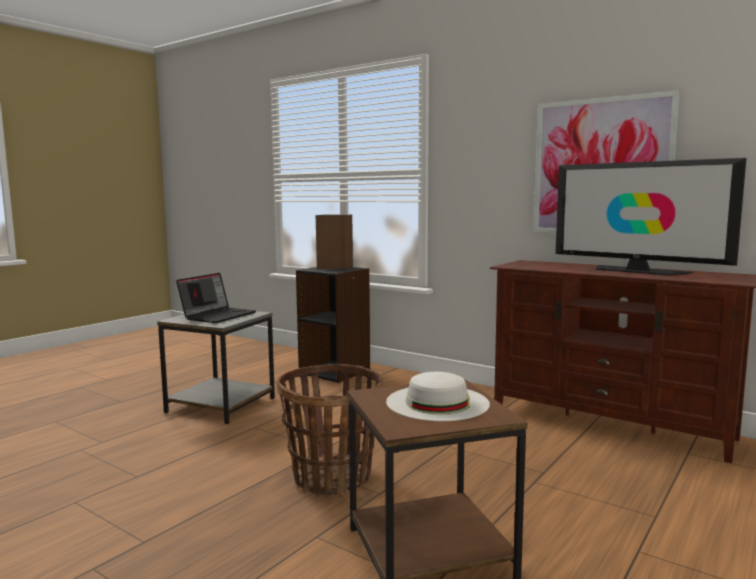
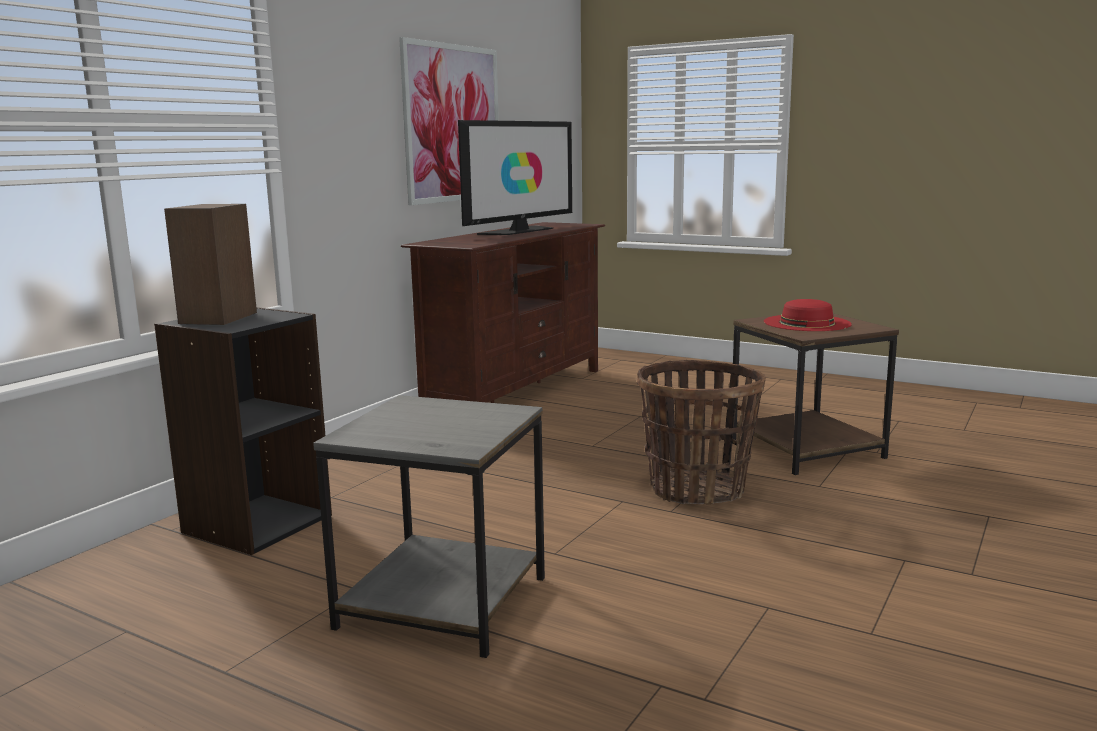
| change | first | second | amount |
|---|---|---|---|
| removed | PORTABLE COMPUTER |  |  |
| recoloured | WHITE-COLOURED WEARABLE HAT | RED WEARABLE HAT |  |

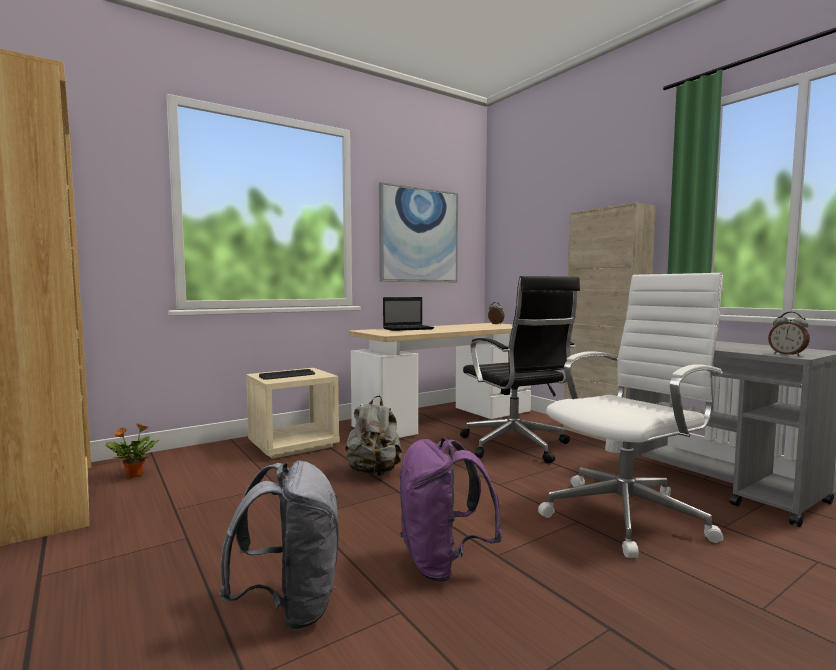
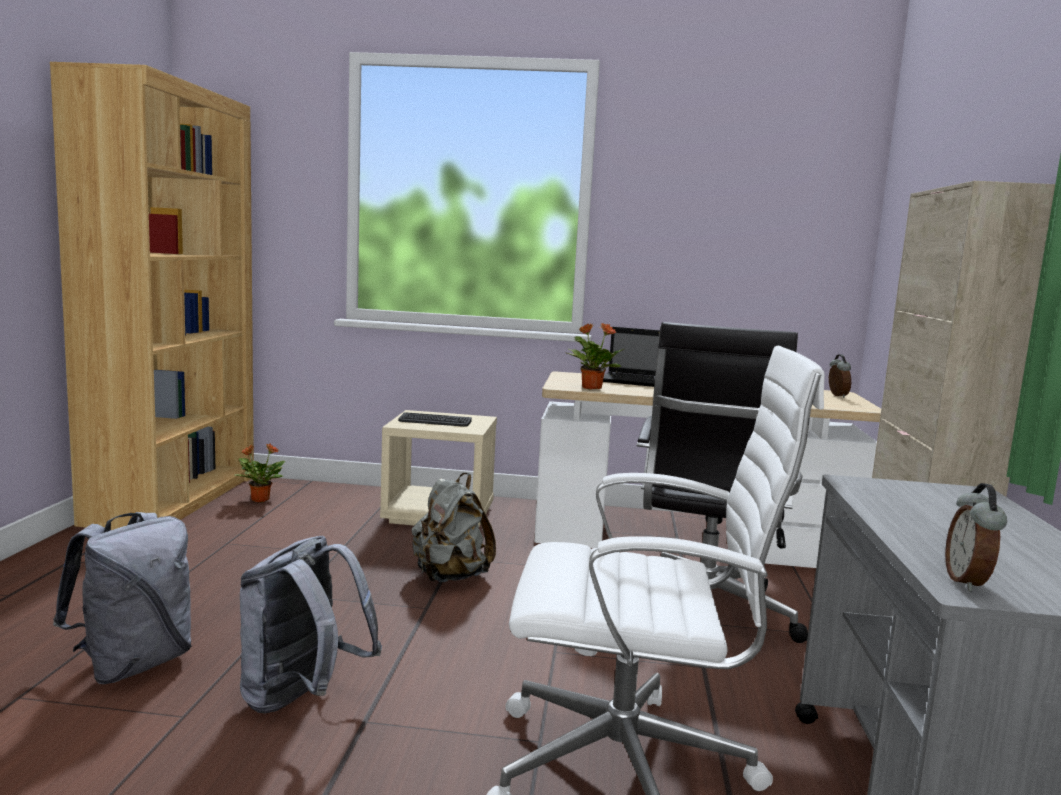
| change | first | second | amount |
|---|---|---|---|
| removed | PICTURE |  |  |
| recoloured | PURPLE KNAPSACK | GREY KNAPSACK (2nd from left) |  |
| added |  | PLANT IN A POT (2nd from left) |  |

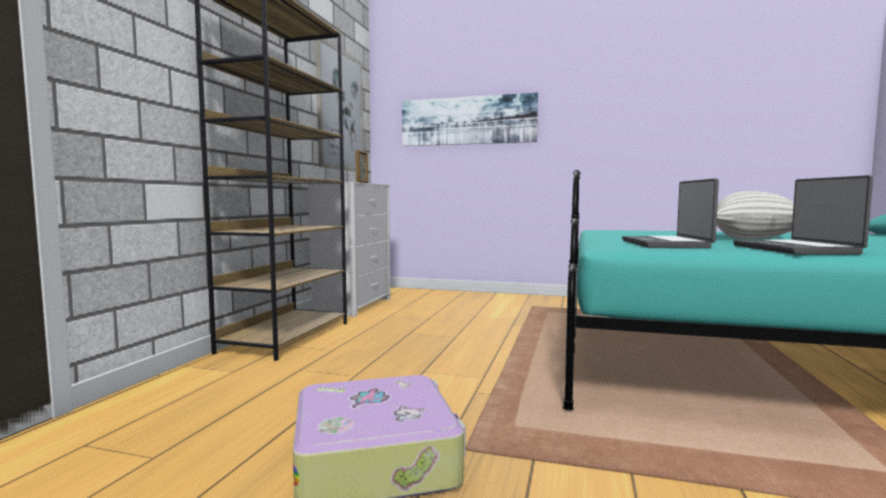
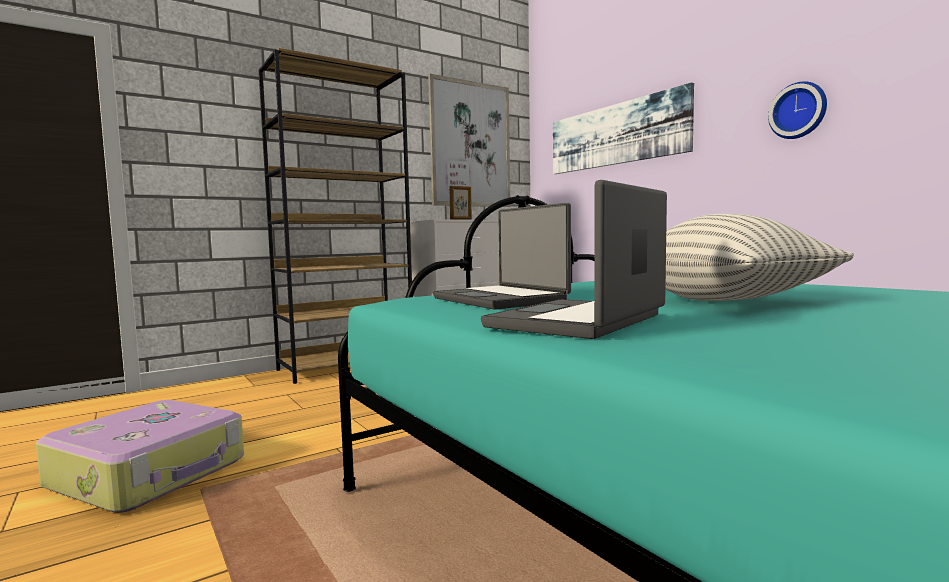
| change | first | second | amount |
|---|---|---|---|
| turned | PORTABLE COMPUTER (1st from left) |  | 75 degrees counterclockwise |
| added |  | HANGING CLOCK |  |

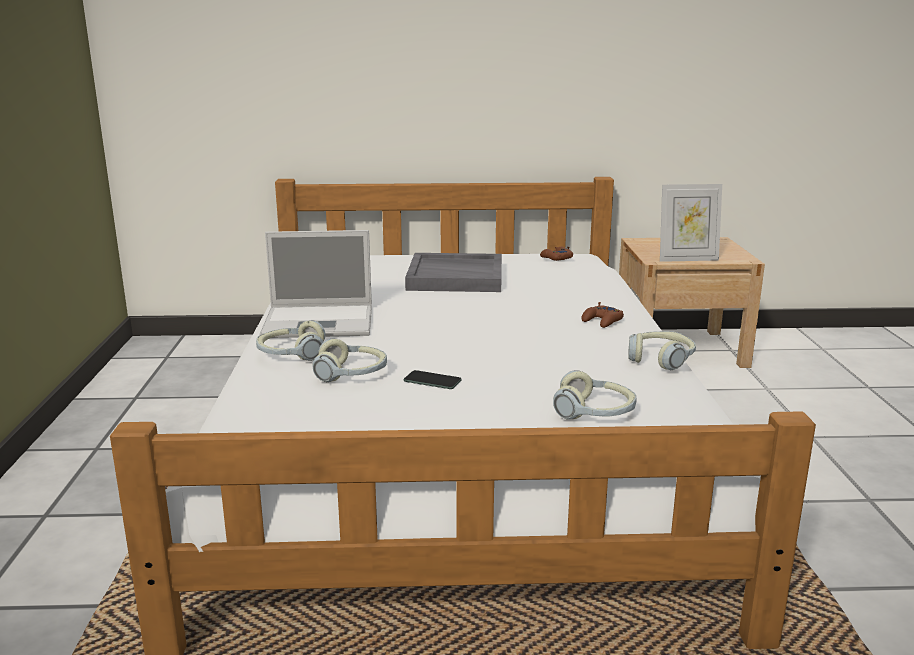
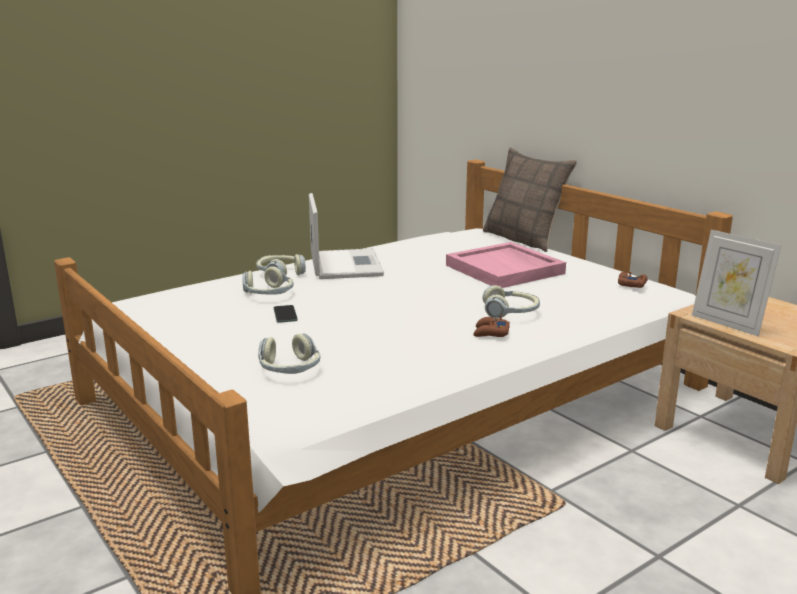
| change | first | second | amount |
|---|---|---|---|
| turned | PORTABLE COMPUTER |  | 150 degrees counterclockwise |
| recoloured | GREY SERVING TRAY | PINK SERVING TRAY |  |
| moved | HEADPHONES (4th from left) |  |  |
| added |  | CUSHION |  |

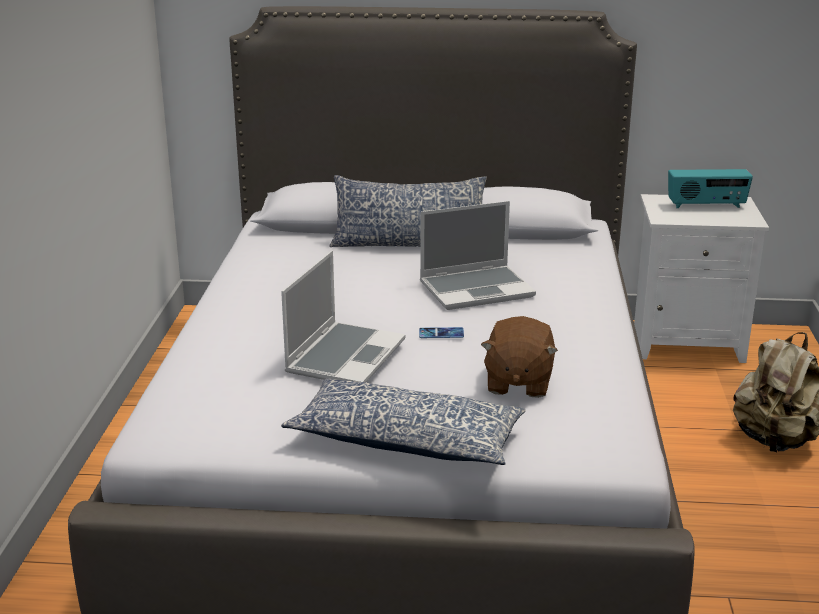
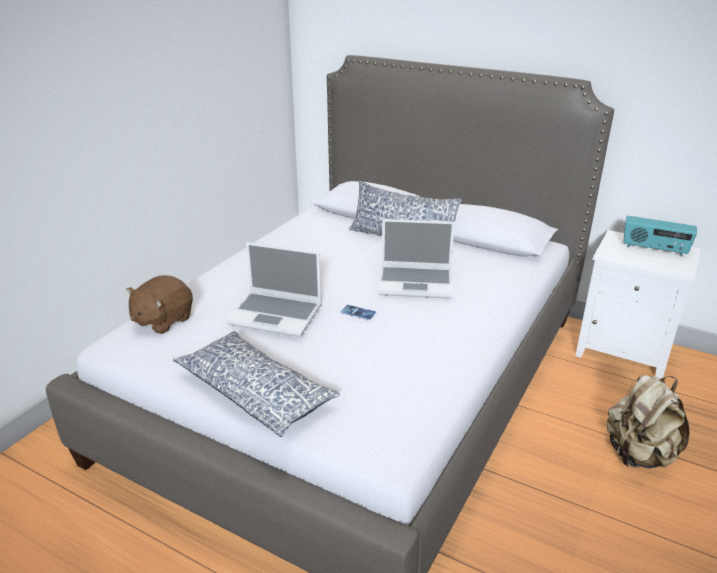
| change | first | second | amount |
|---|---|---|---|
| turned | PORTABLE COMPUTER (1st from left) |  | 60 degrees clockwise |
| moved | BROWN PLUSH TOY |  |  |

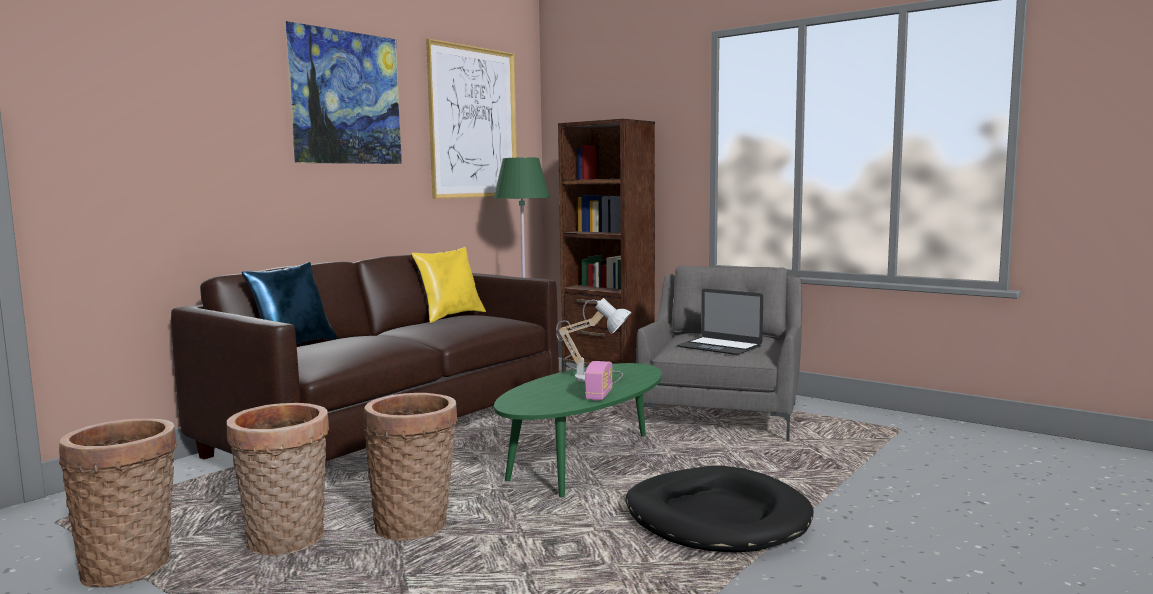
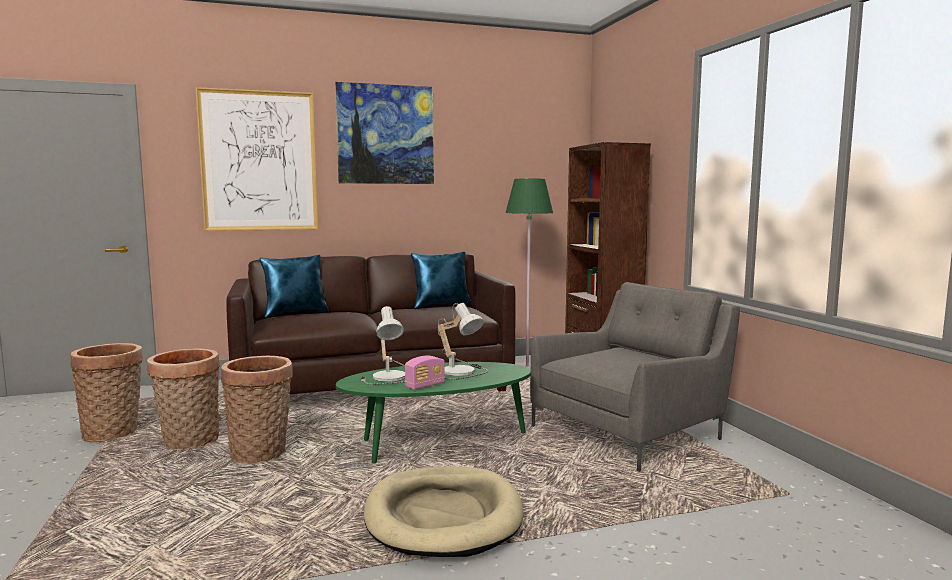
| change | first | second | amount |
|---|---|---|---|
| recoloured | YELLOWISH CUSHION | BLUISH CUSHION (2nd from left) |  |
| moved | PICTURE (2nd from left in the first image) | PICTURE (1st from left) |  |
| recoloured | BLACK-COLOURED DOG BED | SAND-COLOURED DOG BED |  |
| removed | PORTABLE COMPUTER |  |  |
| added |  | TABLETOP LAMP (1st from left) |  |

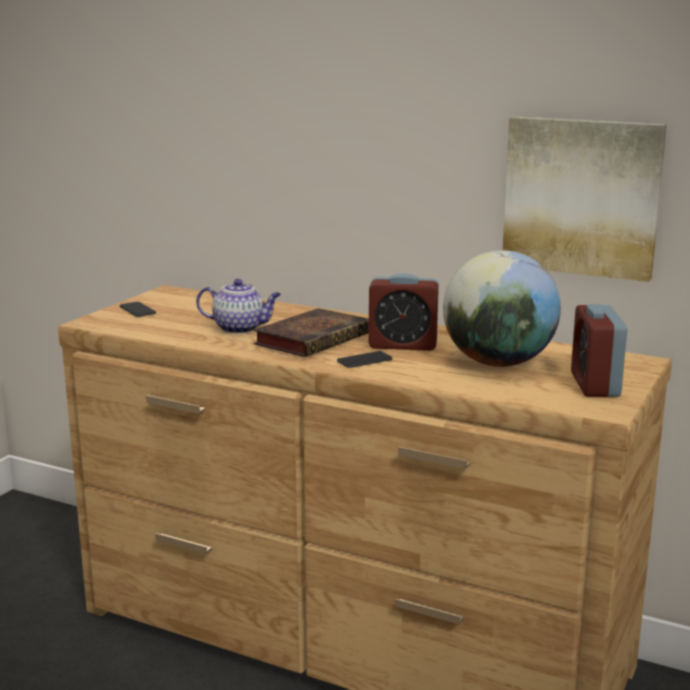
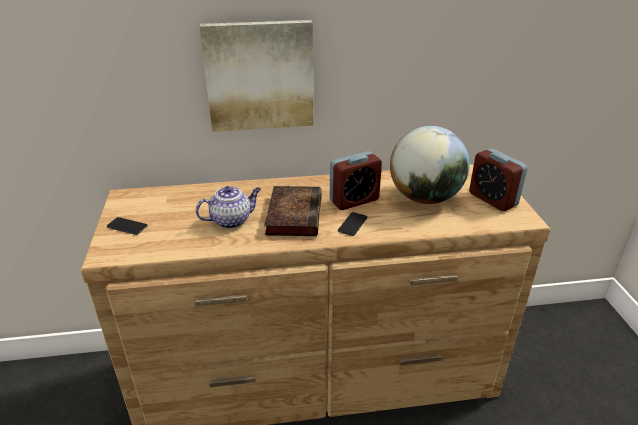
| change | first | second | amount |
|---|---|---|---|
| moved | PICTURE |  |  |

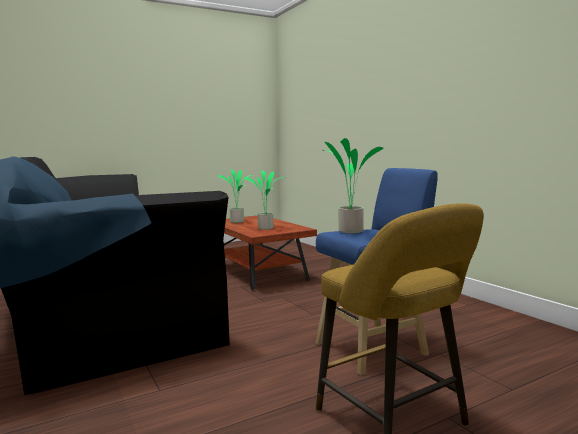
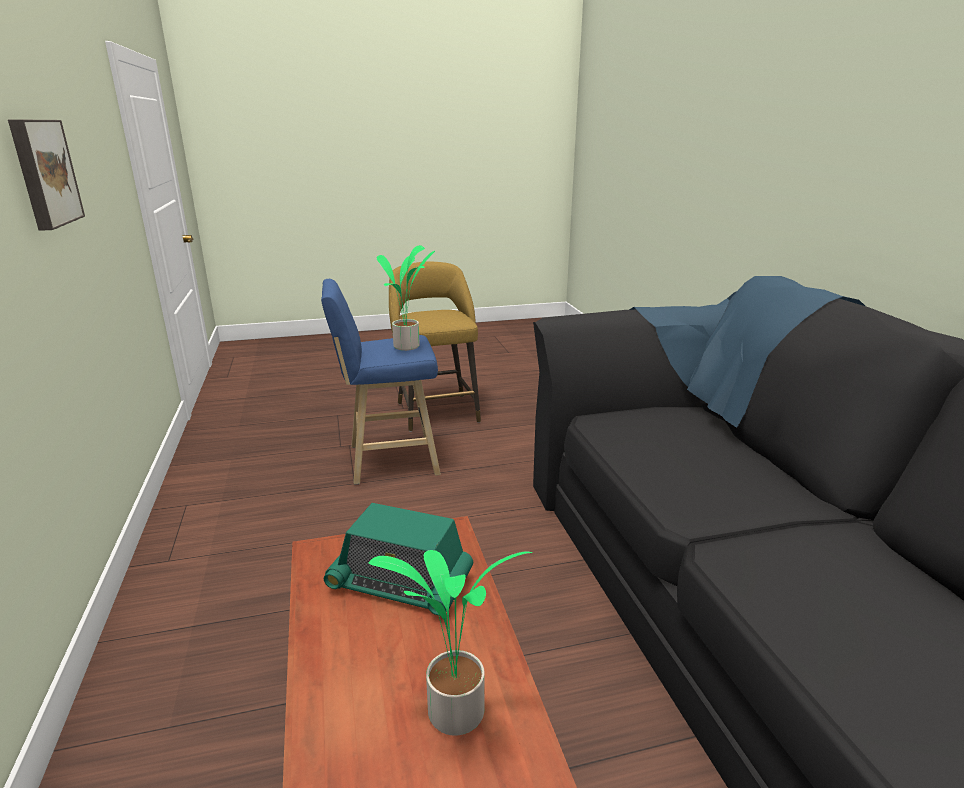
| change | first | second | amount |
|---|---|---|---|
| replaced | PLANT IN A POT (2nd from left) | RADIO RECEIVER |  |
| added |  | PICTURE |  |

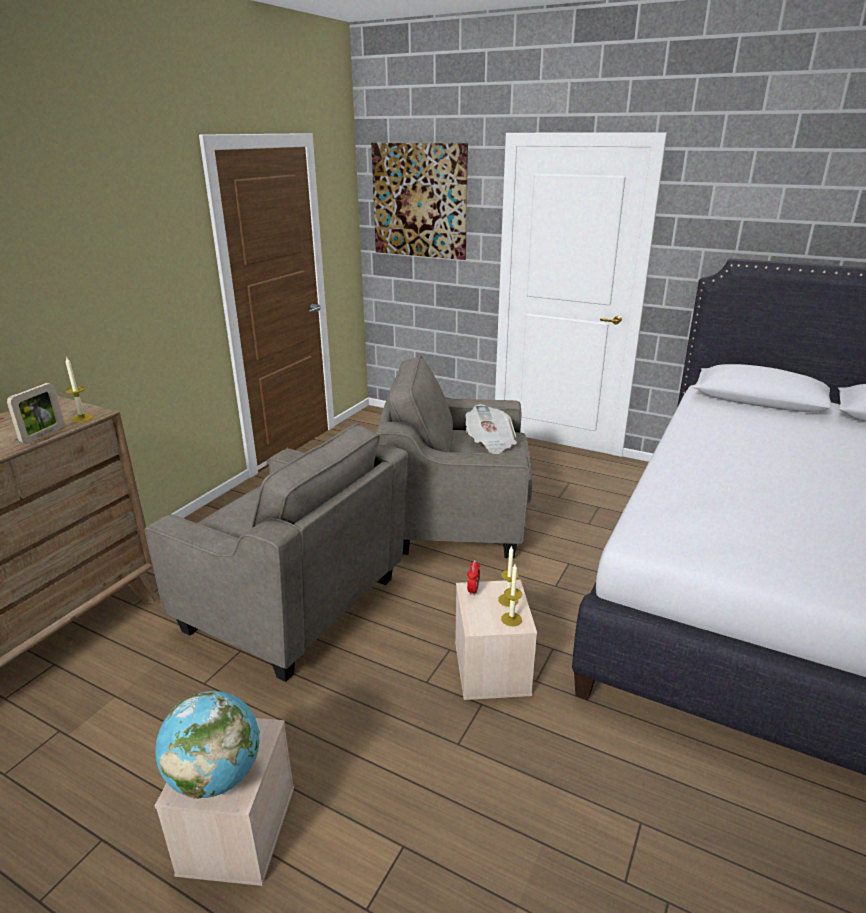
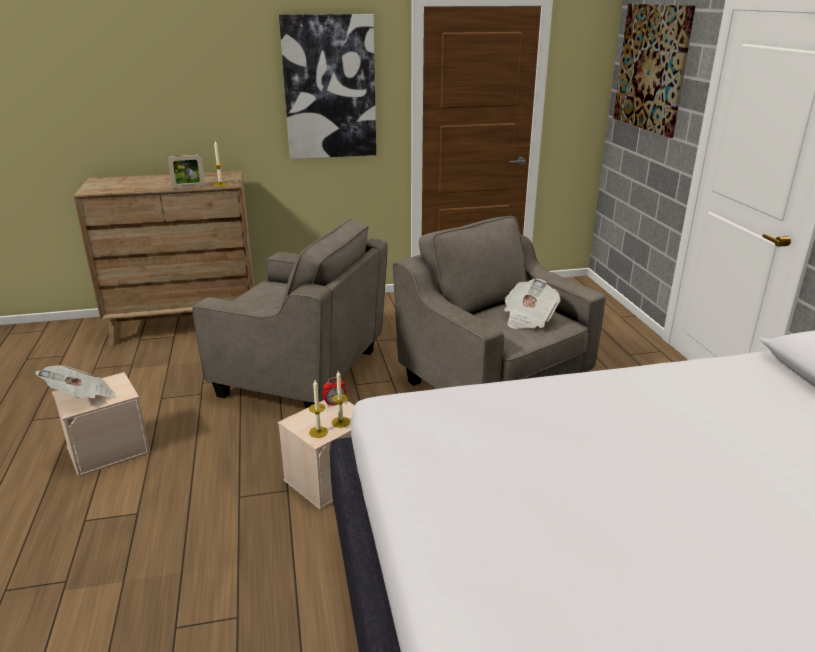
| change | first | second | amount |
|---|---|---|---|
| turned | GREY EASY CHAIR (1st from left) |  | 60 degrees counterclockwise |
| replaced | GLOBE | PRINTED PAPER (1st from left) |  |
| added |  | PICTURE (1st from left) |  |

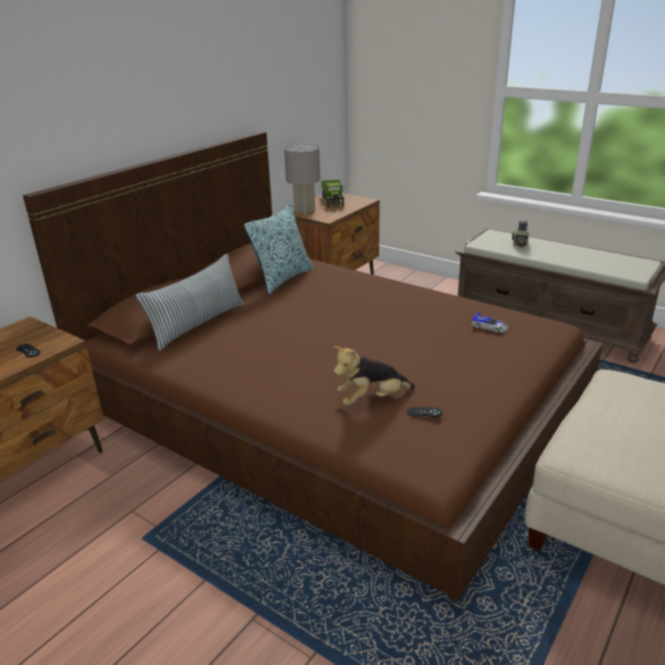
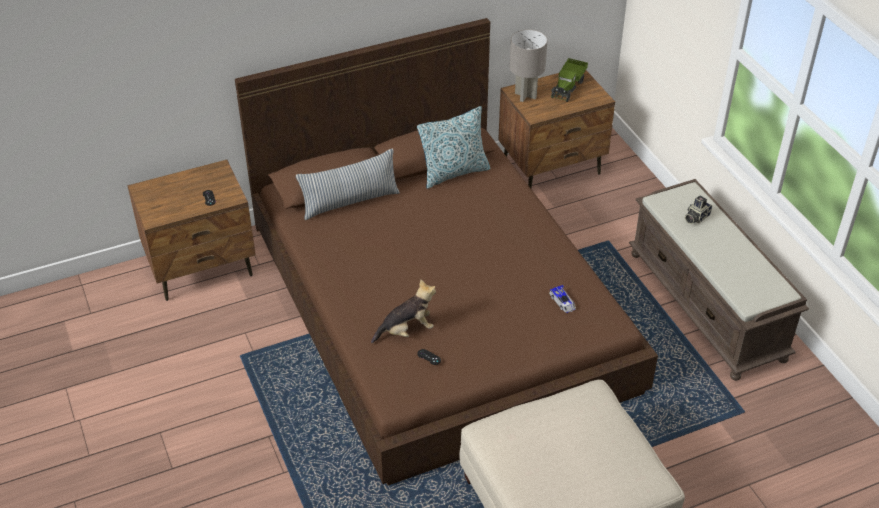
| change | first | second | amount |
|---|---|---|---|
| turned | PLUSH TOY |  | 150 degrees clockwise |

